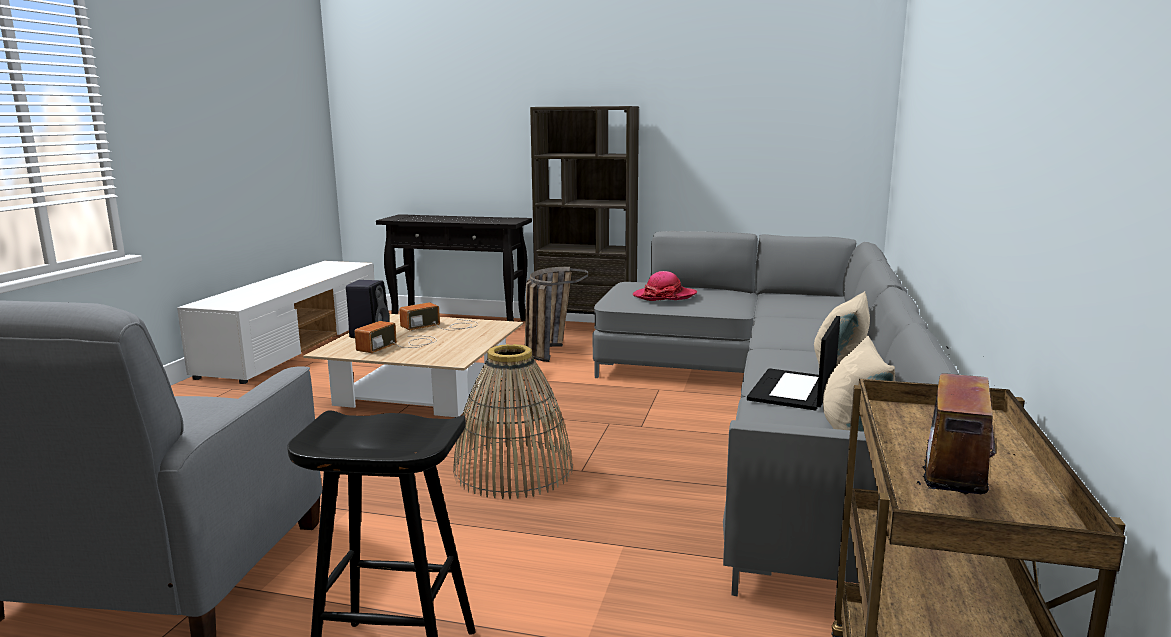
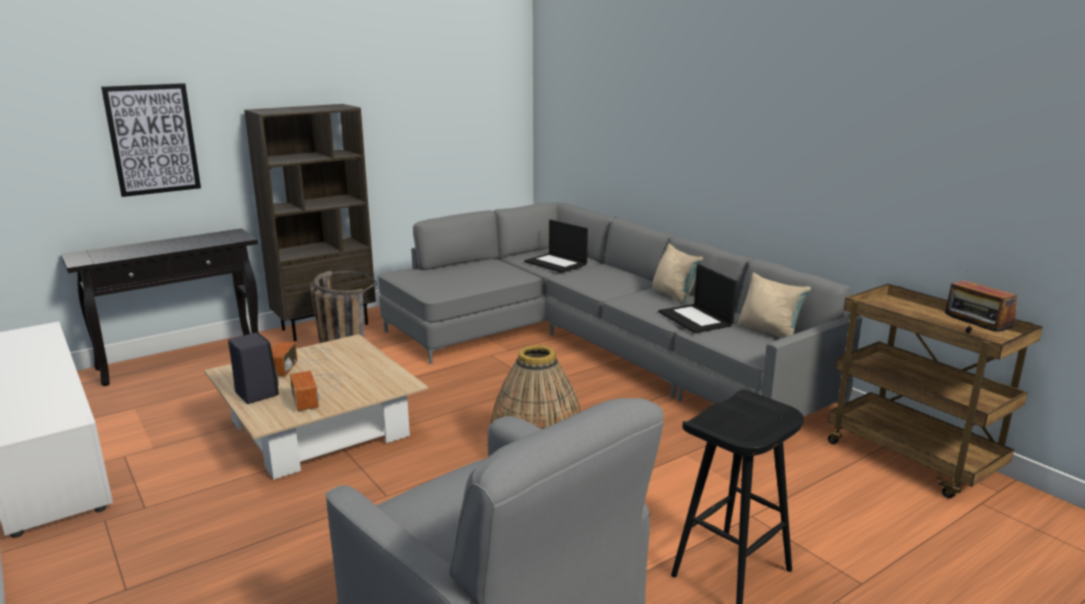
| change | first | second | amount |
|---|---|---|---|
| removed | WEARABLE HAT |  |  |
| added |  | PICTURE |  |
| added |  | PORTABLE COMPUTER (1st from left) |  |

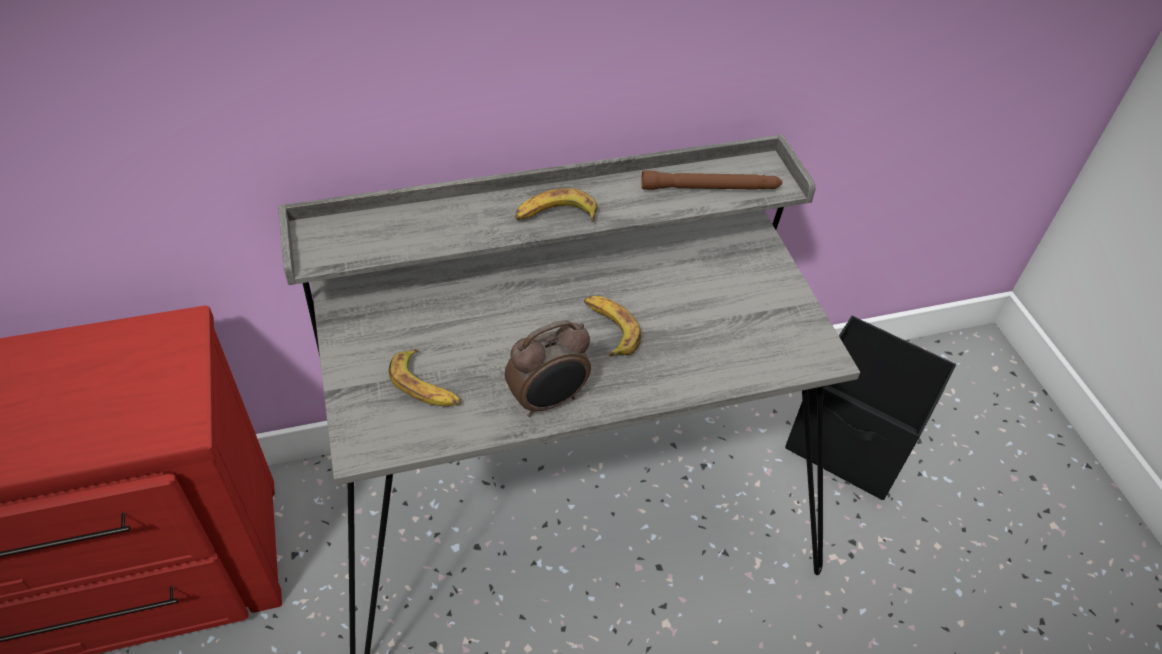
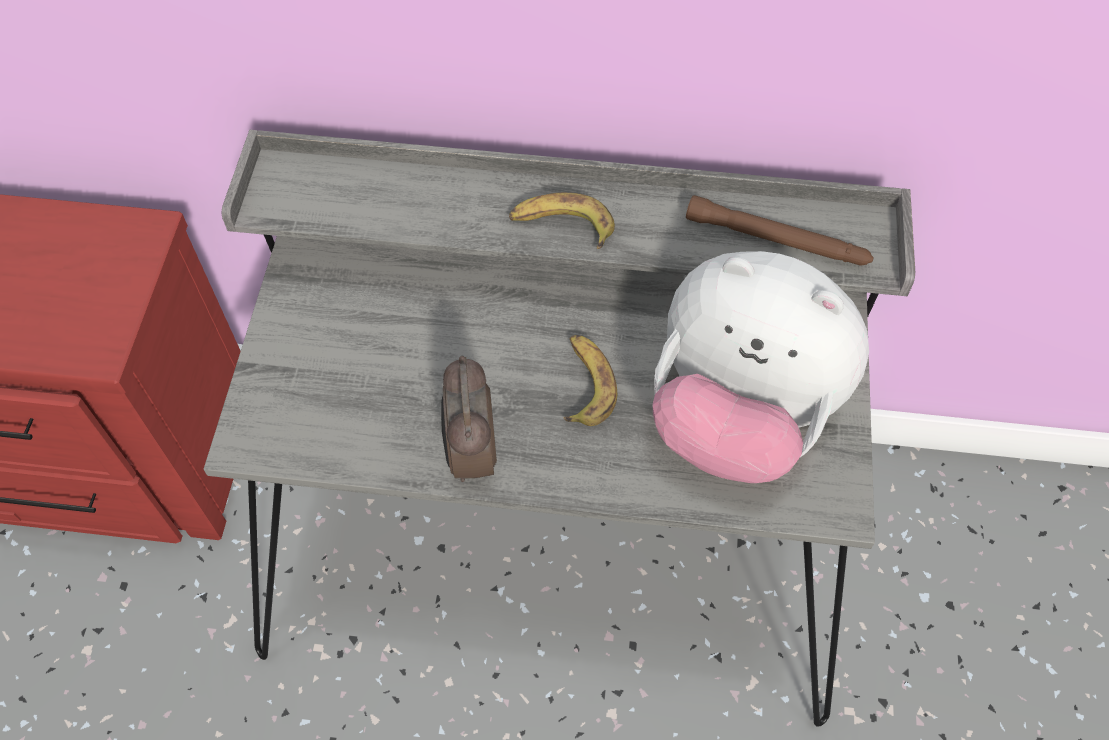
| change | first | second | amount |
|---|---|---|---|
| removed | WHOLE BANANA (1st from left) |  |  |
| turned | BEDSIDE CLOCK |  | 90 degrees clockwise |
| removed | BLACK-COLOURED STORAGE BOX |  |  |
| added |  | PLUSH TOY |  |

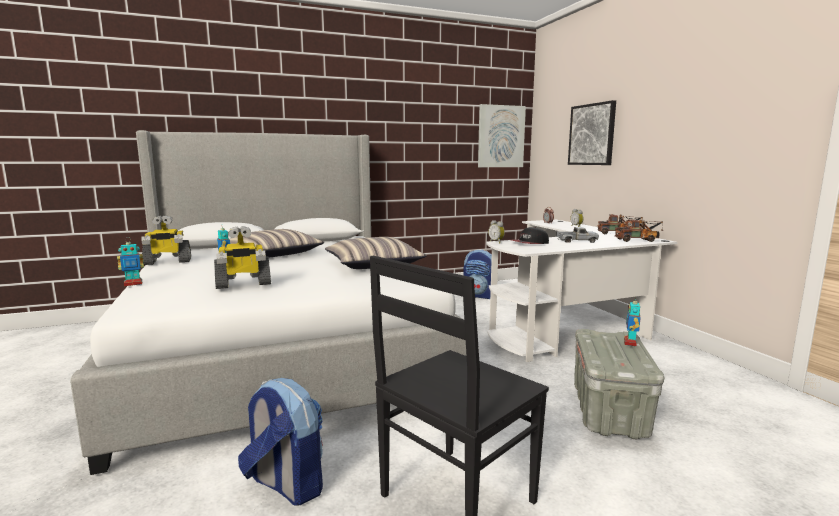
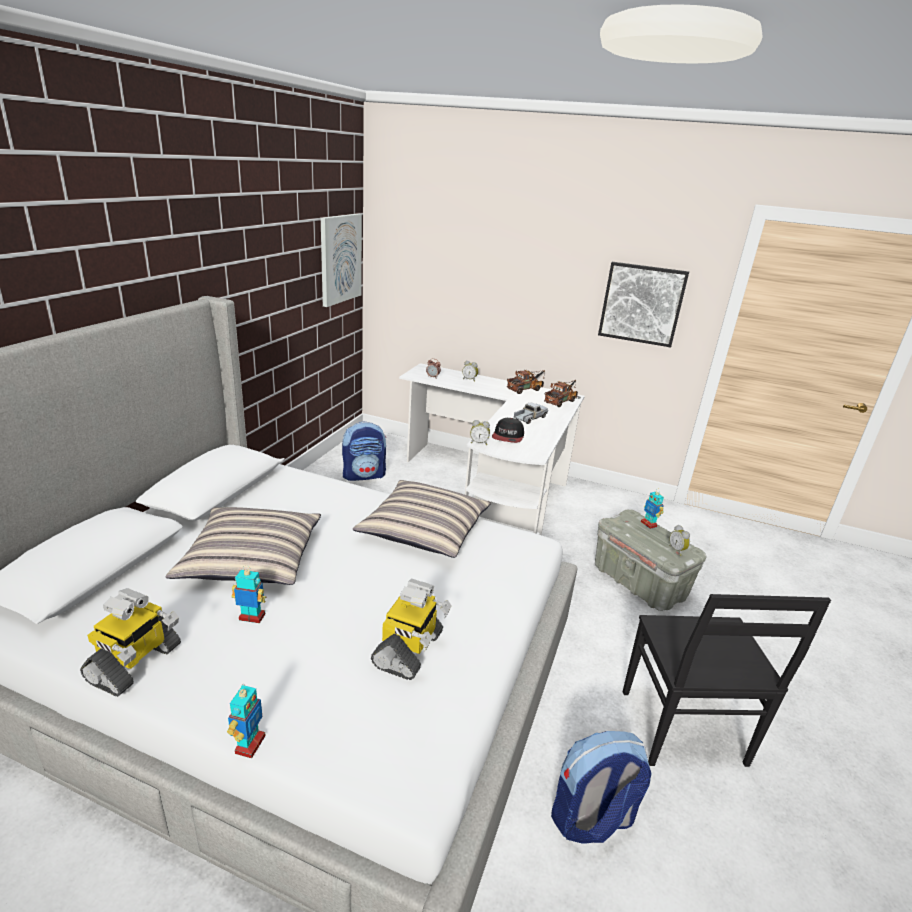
| change | first | second | amount |
|---|---|---|---|
| moved | PICTURE (2nd from left) |  |  |
| added |  | BEDSIDE CLOCK (4th from left) |  |

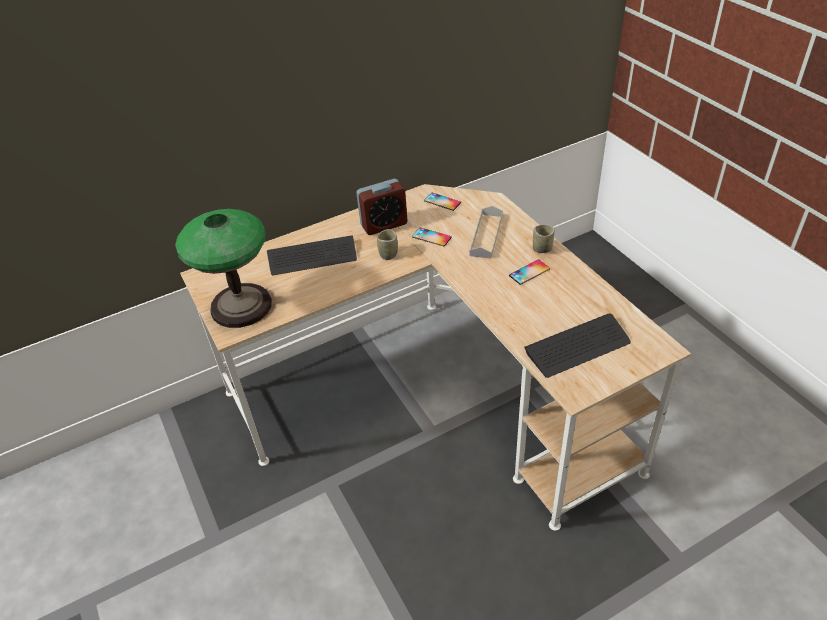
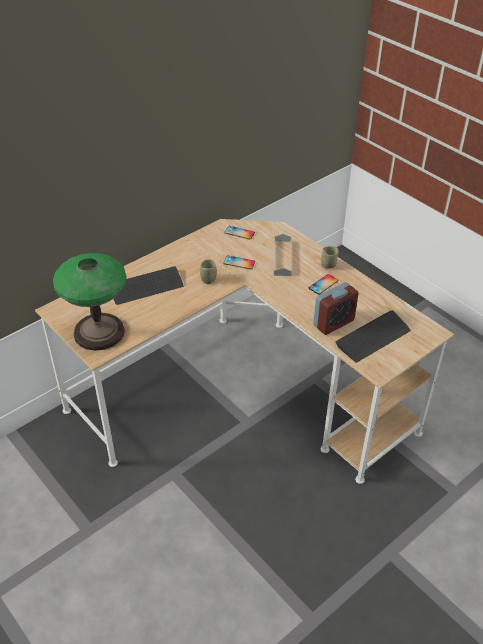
| change | first | second | amount |
|---|---|---|---|
| moved | BEDSIDE CLOCK |  |  |

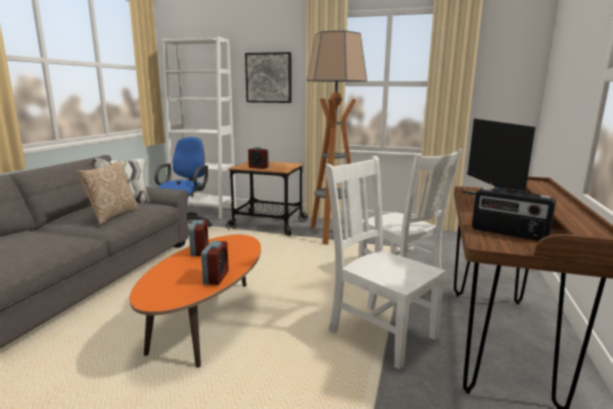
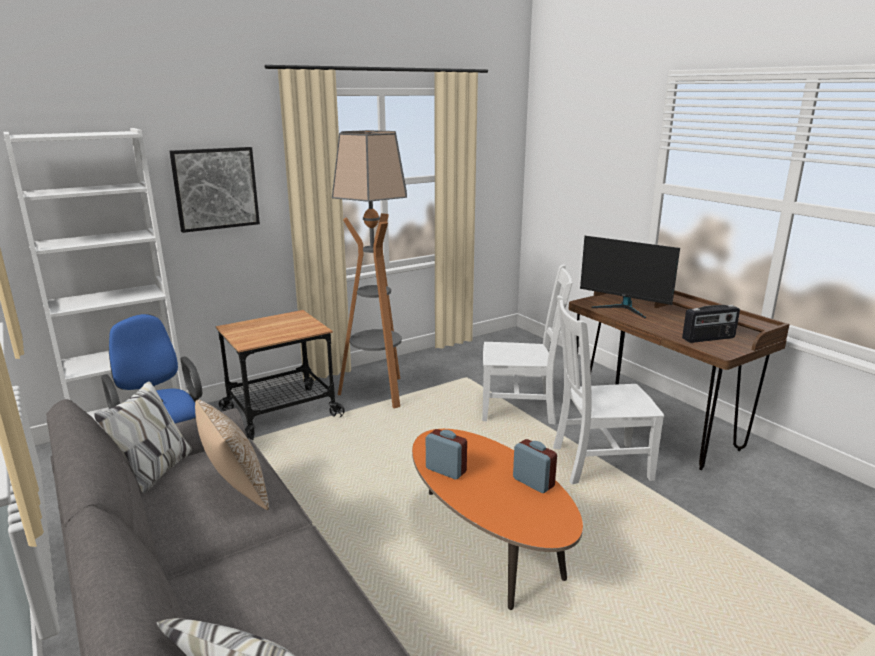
| change | first | second | amount |
|---|---|---|---|
| removed | BEDSIDE CLOCK (3rd from left) |  |  |

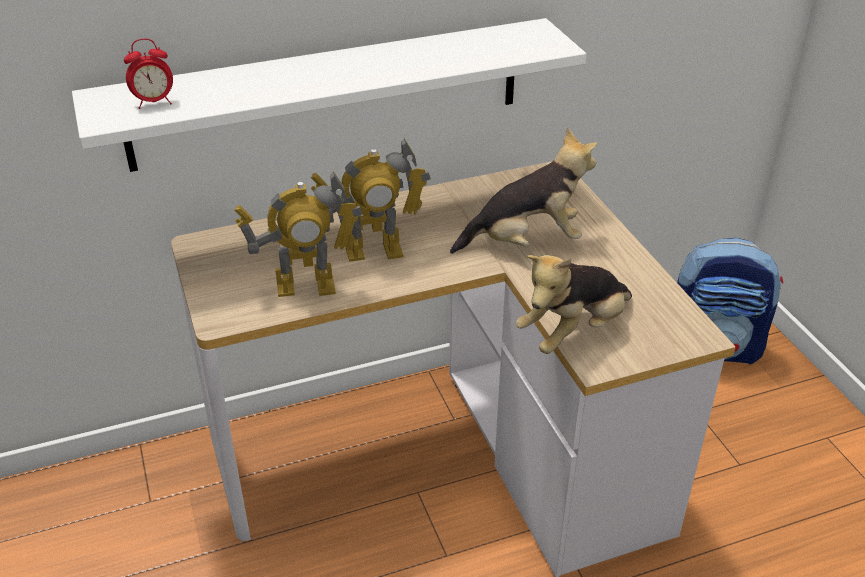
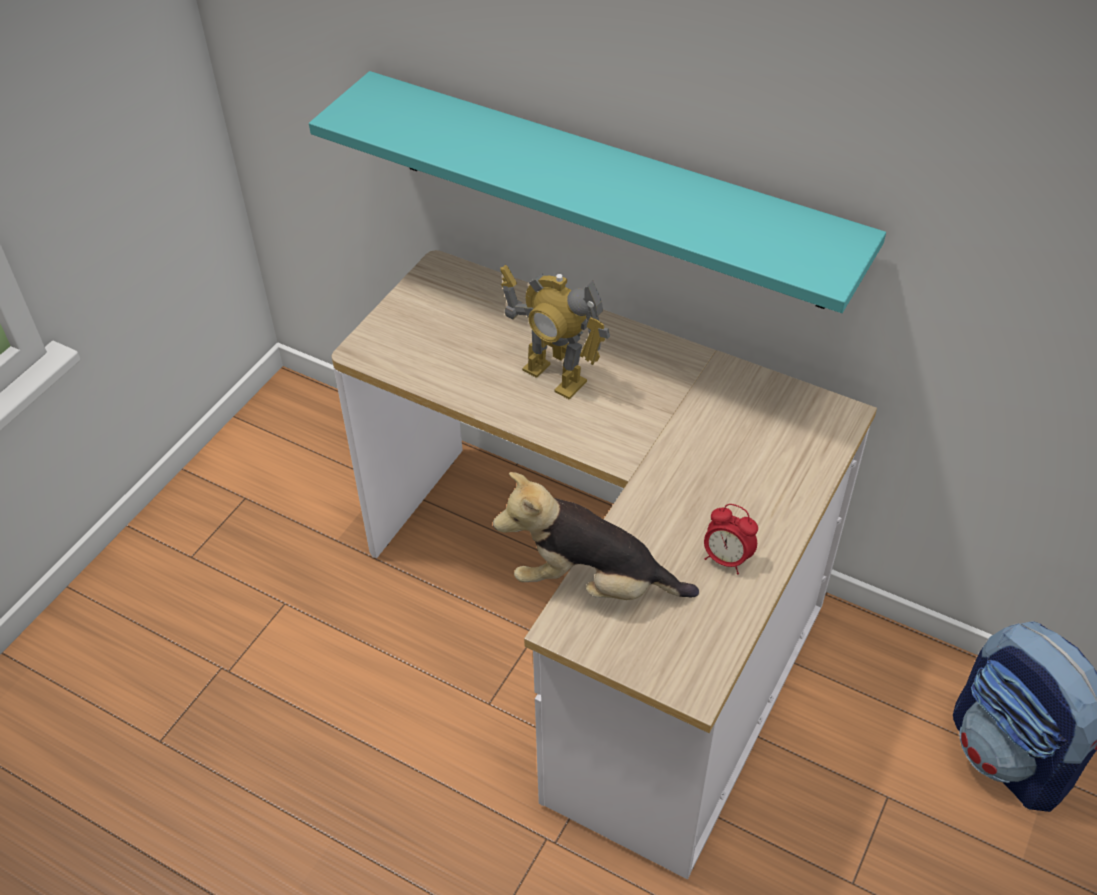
| change | first | second | amount |
|---|---|---|---|
| recoloured | WHITE-COLOURED SHELF | TURQUOISE SHELF |  |
| moved | BEDSIDE CLOCK |  |  |
| removed | TOY ROBOT (1st from left) |  |  |
| removed | PLUSH TOY (1st from left) |  |  |

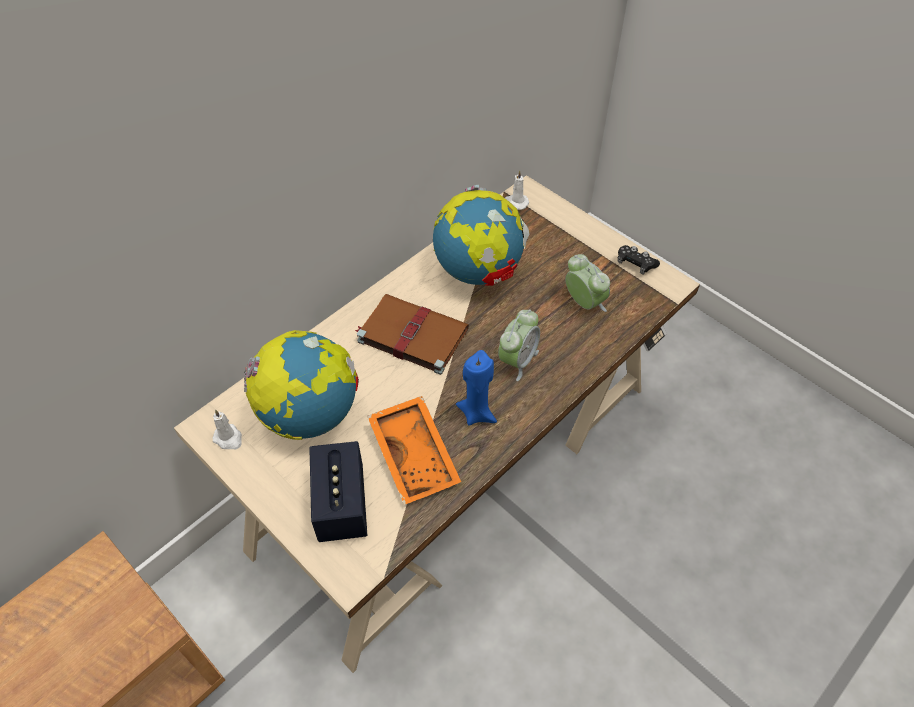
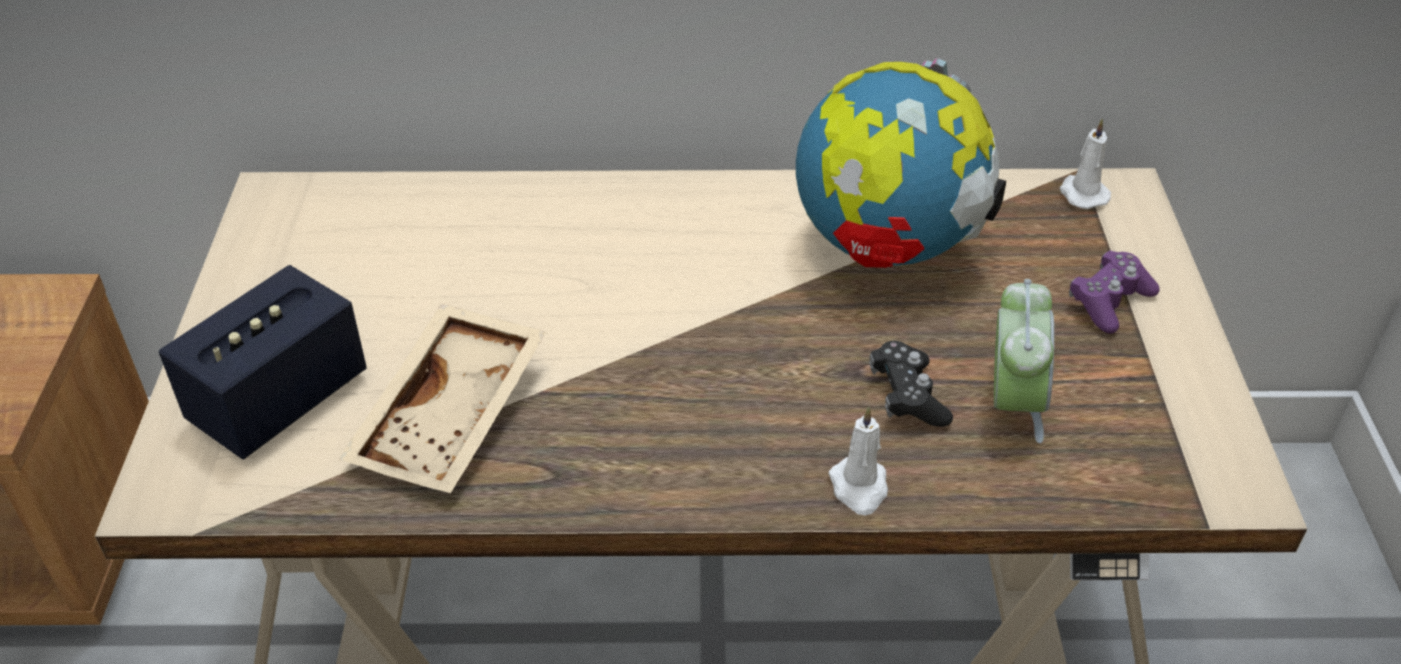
| change | first | second | amount |
|---|---|---|---|
| moved | WHITE-COLOURED WAX CANDLE (1st from left) |  |  |
| removed | GLOBE (1st from left) |  |  |
| removed | BROWN BOOK |  |  |
| recoloured | ORANGE-COLOURED SERVING TRAY | SAND-COLOURED SERVING TRAY |  |
| removed | BLUISH WAX CANDLE |  |  |
| removed | BEDSIDE CLOCK (1st from left) |  |  |
| moved | BLACK-COLOURED JOYPAD |  |  |
| added |  | PURPLE JOYPAD |  |

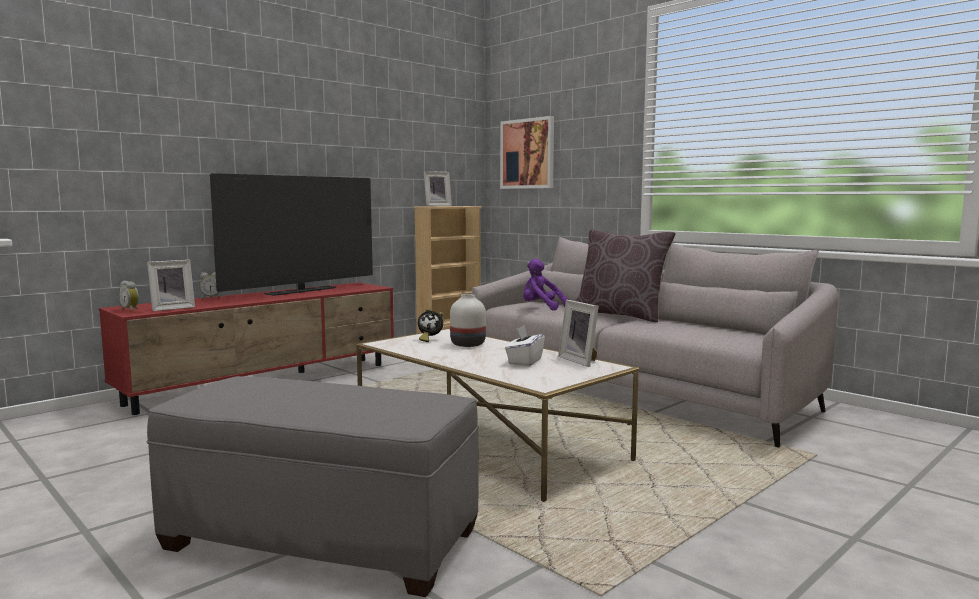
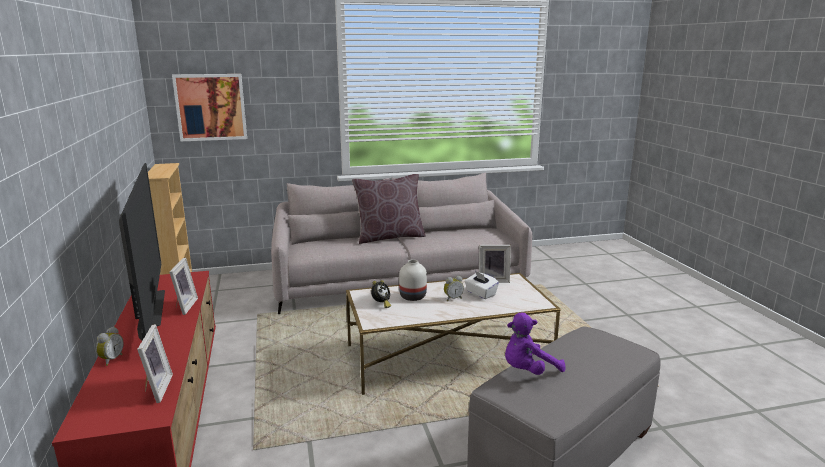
| change | first | second | amount |
|---|---|---|---|
| moved | BEDSIDE CLOCK (1st from left in the first image) | BEDSIDE CLOCK (3rd from left) |  |
| moved | PICTURE FRAME (2nd from left) |  |  |
| moved | PURPLE PLUSH TOY |  |  |

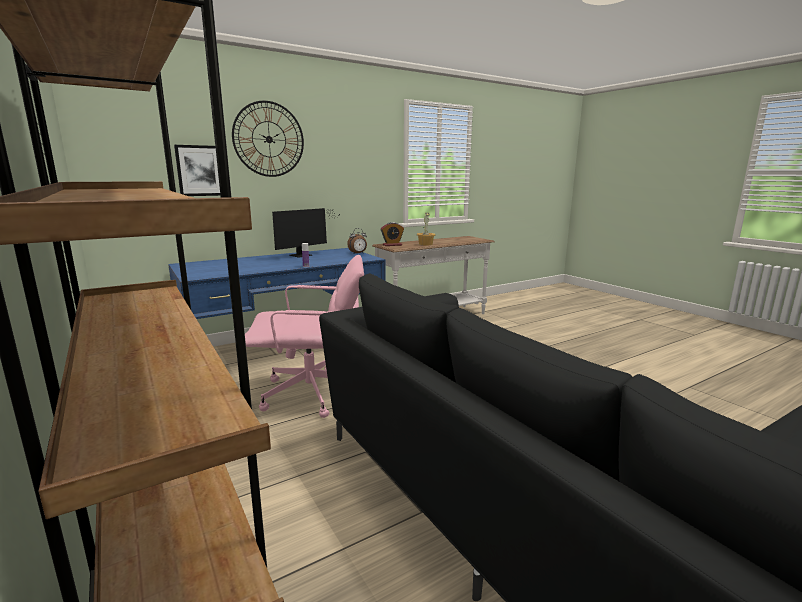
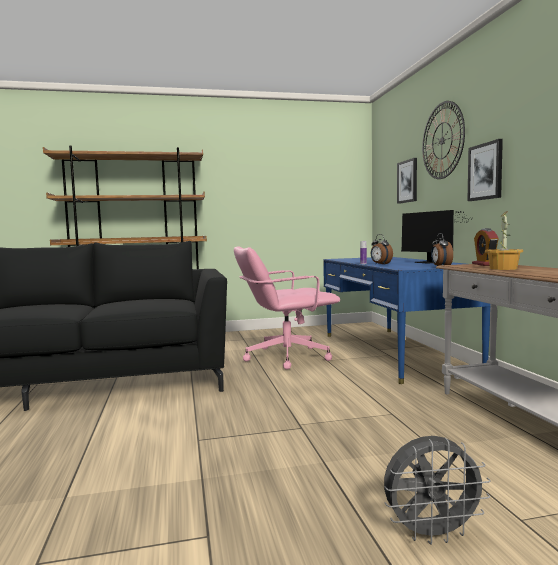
| change | first | second | amount |
|---|---|---|---|
| turned | PINK DESK CHAIR |  | 60 degrees clockwise |
| added |  | BEDSIDE CLOCK (1st from left) |  |
| added |  | GREY FAN |  |
| added |  | PICTURE (2nd from left) |  |

